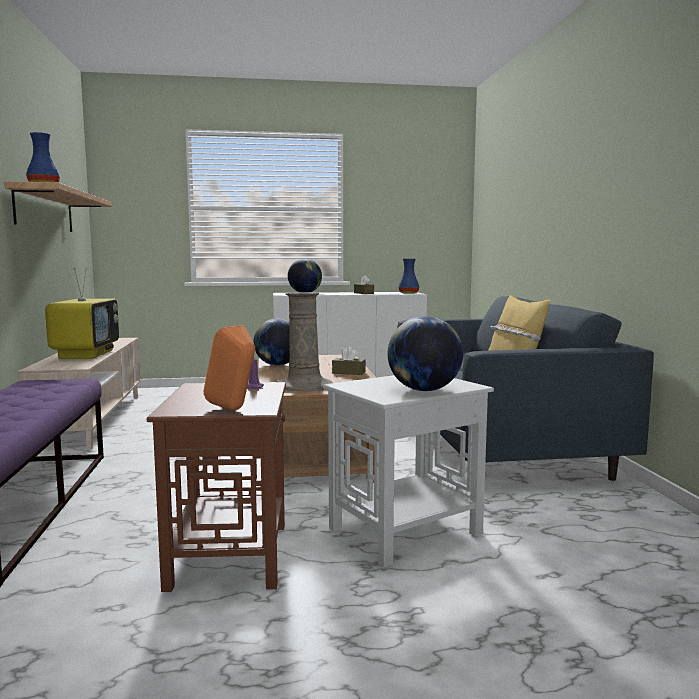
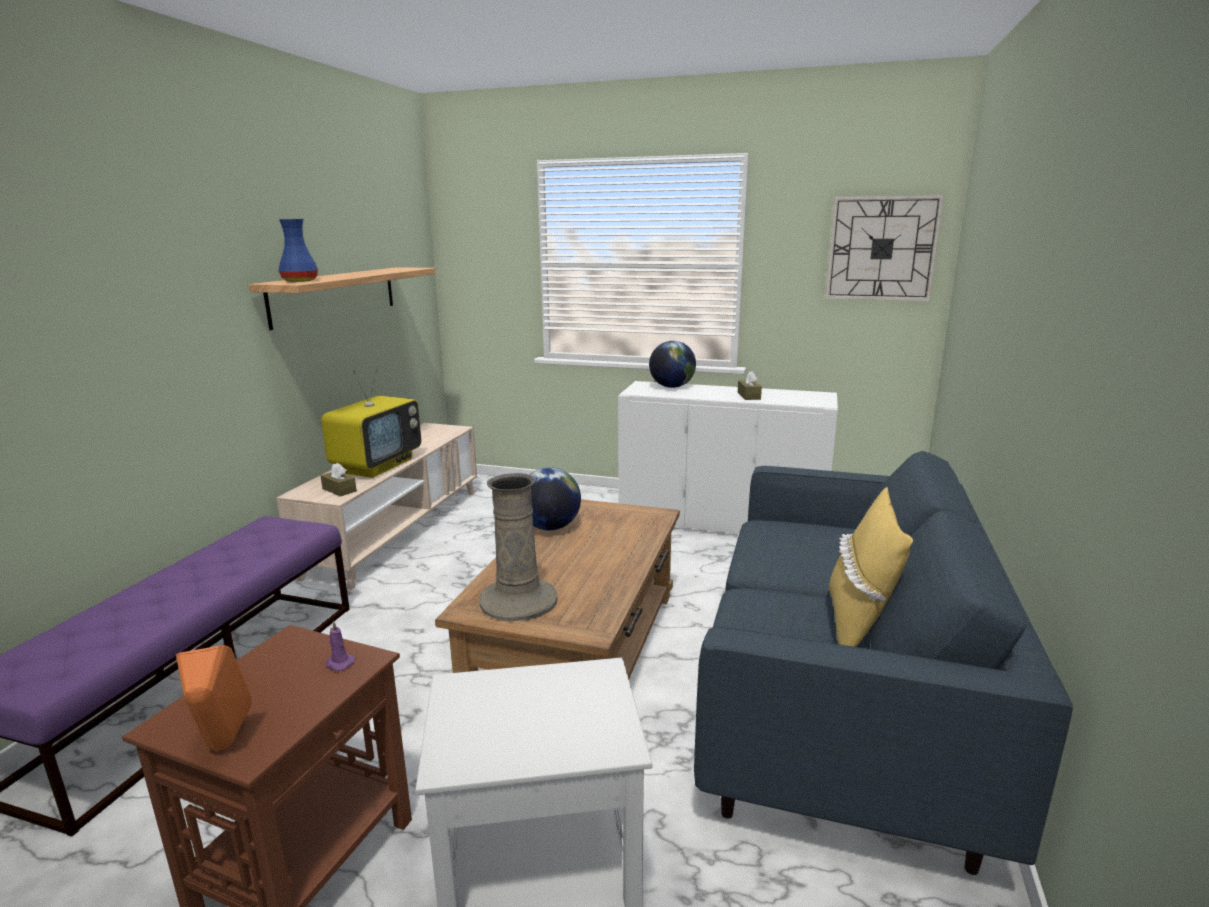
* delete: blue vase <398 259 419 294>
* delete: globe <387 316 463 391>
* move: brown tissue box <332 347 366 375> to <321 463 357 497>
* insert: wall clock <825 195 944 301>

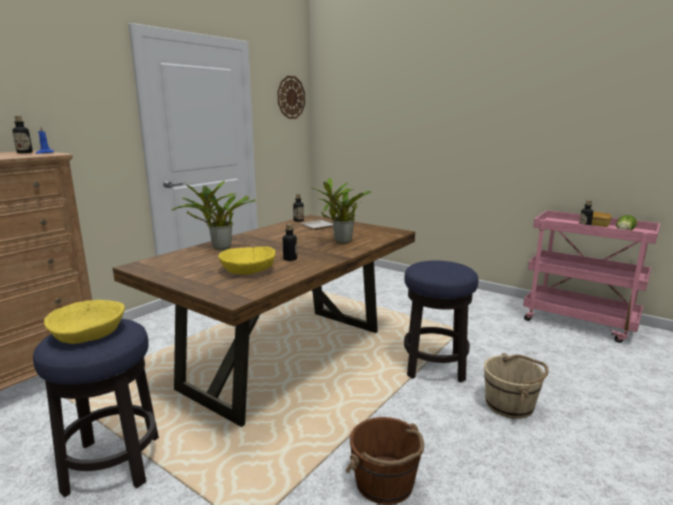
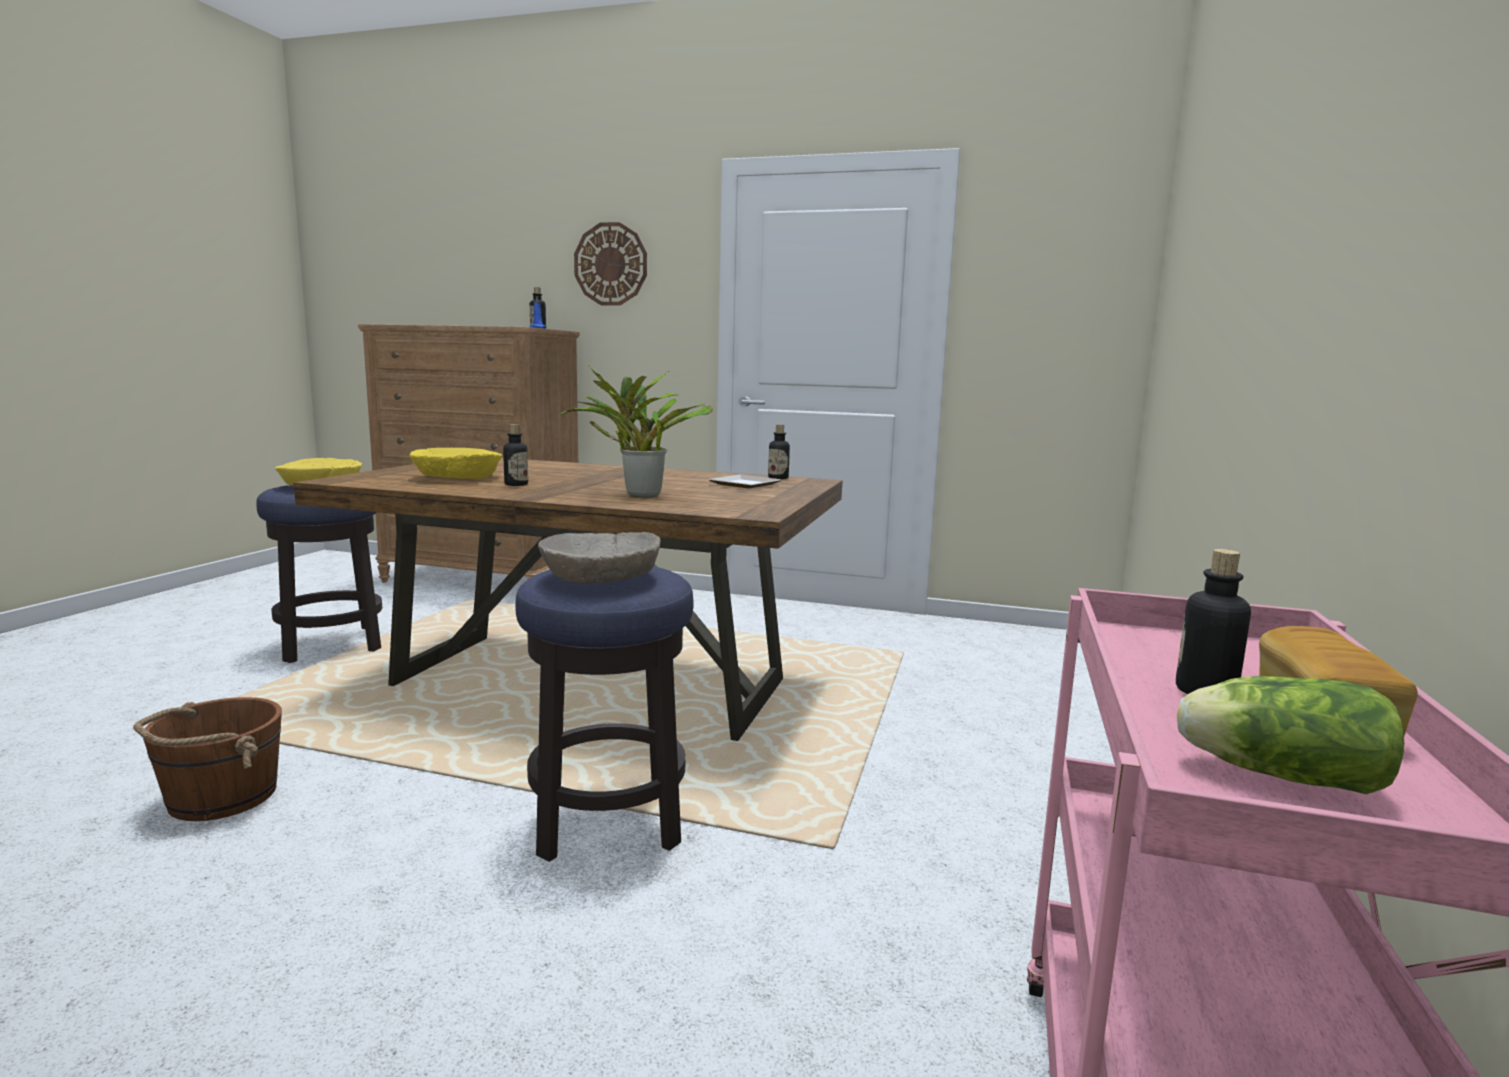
* move: wall clock <277 76 305 119> to <574 222 647 306>
* delete: potted plant <171 180 256 250>
* delete: beige bucket <484 353 549 419>
* insert: beige bowl <538 532 661 584>

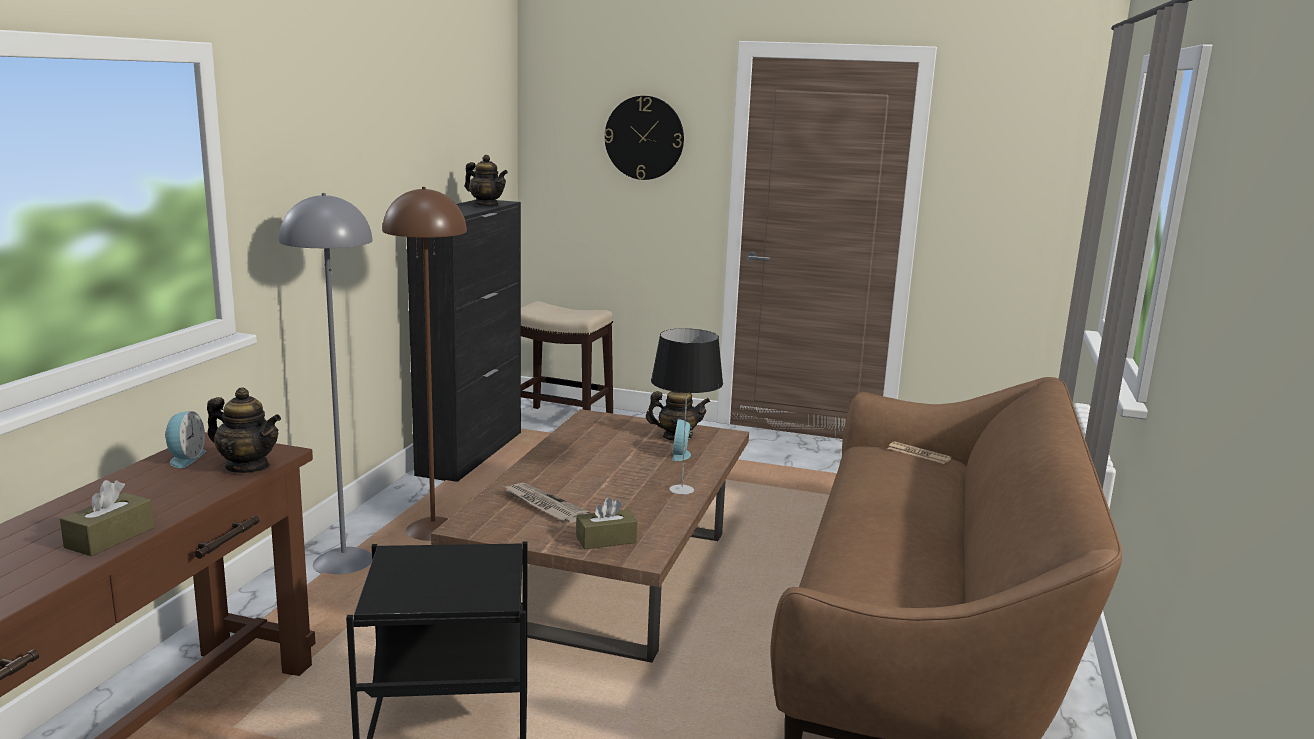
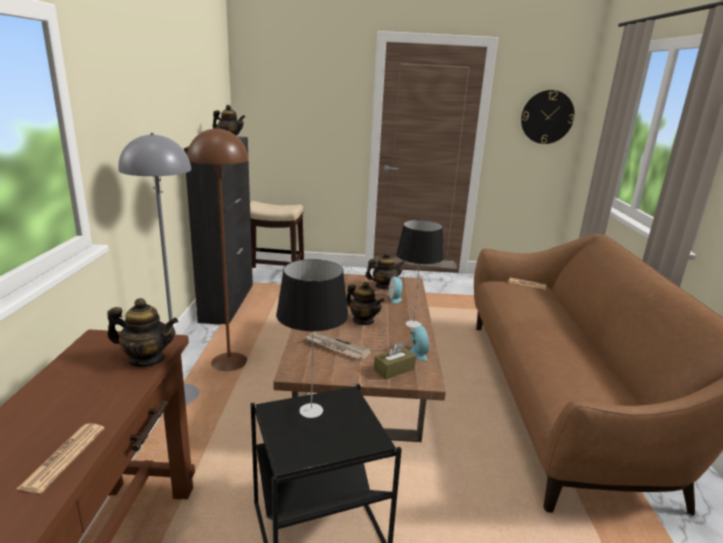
* move: wall clock <604 96 684 180> to <521 90 575 144>
* move: alarm clock <165 411 206 468> to <410 326 429 361>
* replace: brown tissue box <60 480 154 557> to newspaper <17 423 105 493>
* insert: table lamp <276 259 349 418>
* insert: teapot <347 282 384 325>

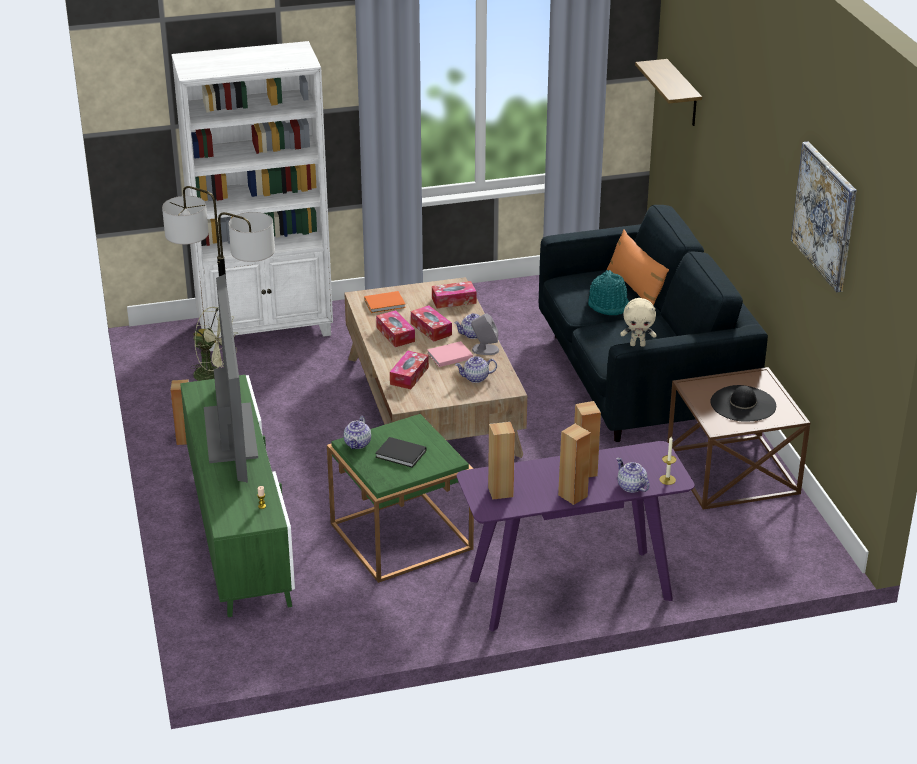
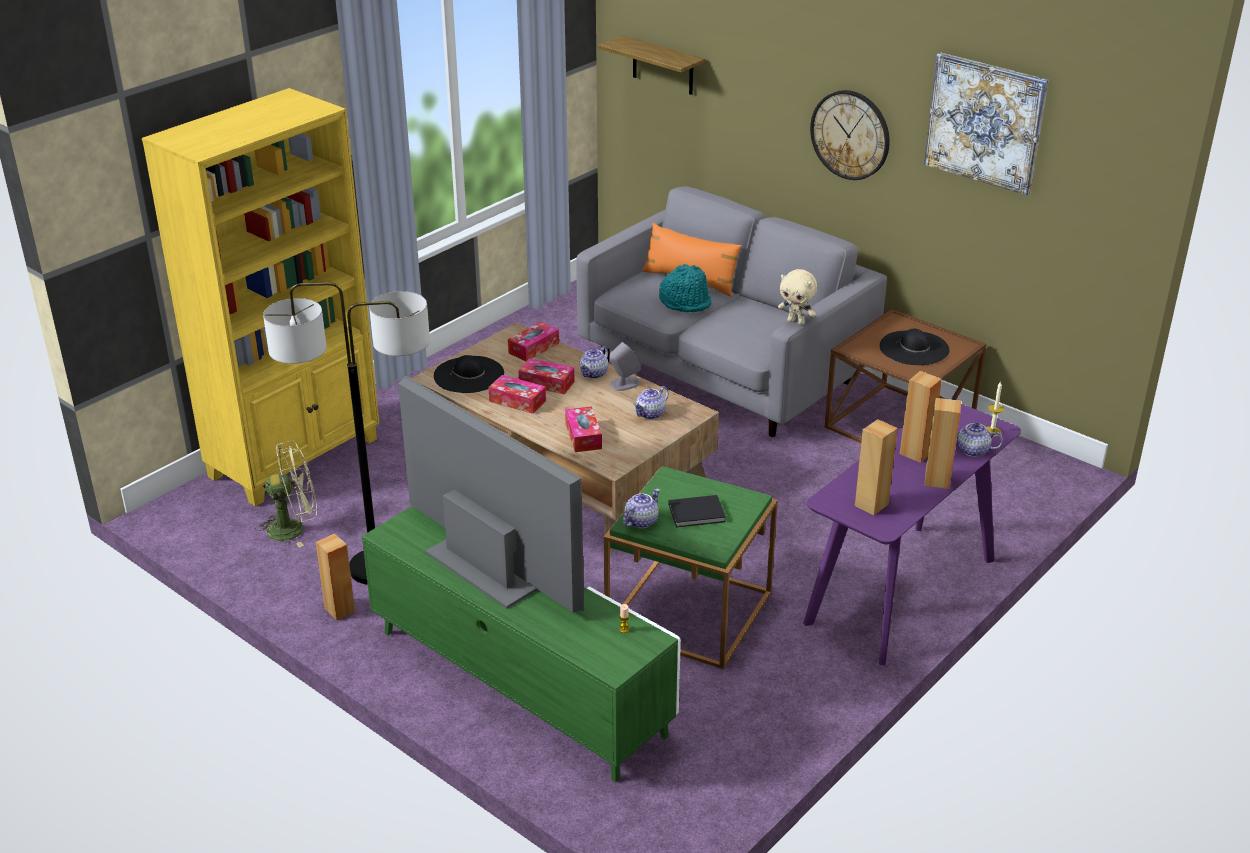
* recolor: white bookcase <171 41 333 351> to yellow bookcase <142 88 379 506>
* recolor: blue sofa <539 205 768 442> to grey sofa <576 186 887 437>
* replace: orange book <364 291 406 313> to black hat <434 355 504 393>
* rotate: beige plush toy <620 298 656 347> = <778 269 818 325> 60 degrees clockwise
* delete: pink book <427 341 473 367>
* rotate: teapot <343 416 371 449> = <623 489 660 528> 120 degrees counterclockwise
* insert: wall clock <810 90 890 180>

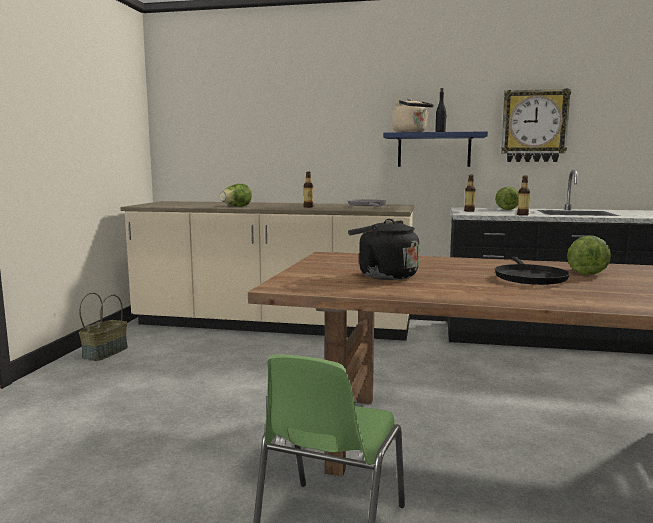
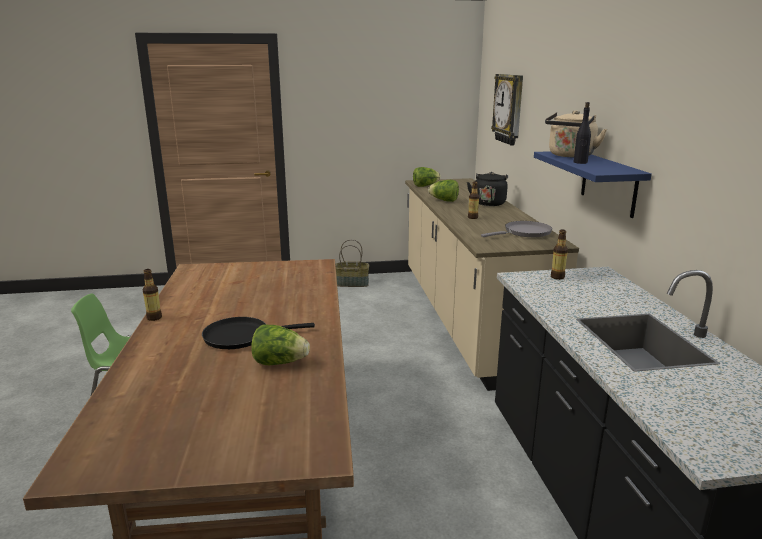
* move: wall clock <501 89 571 162> to <491 74 523 146>
* move: bottle <517 176 530 216> to <143 269 162 321>
* move: lettuce <495 187 519 210> to <413 167 441 187>
* move: black kettle <348 219 419 280> to <467 172 508 206>

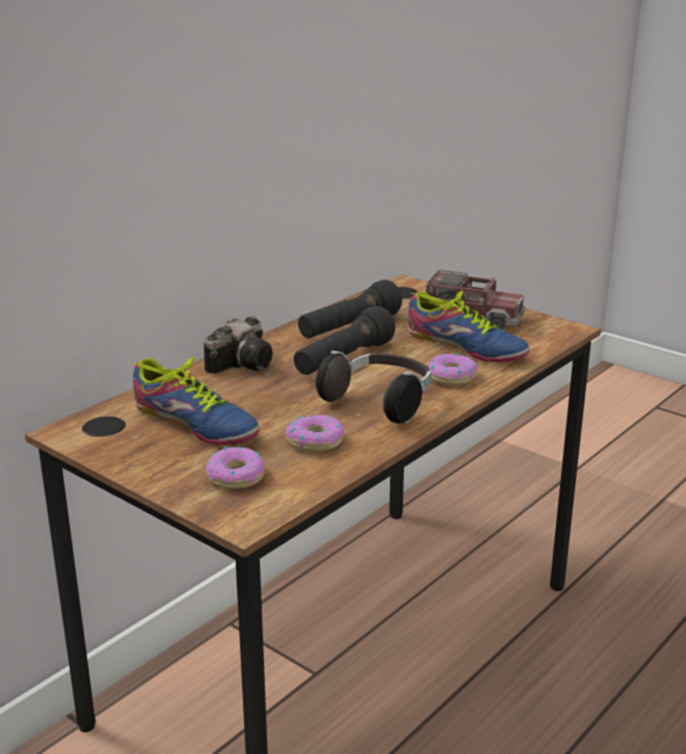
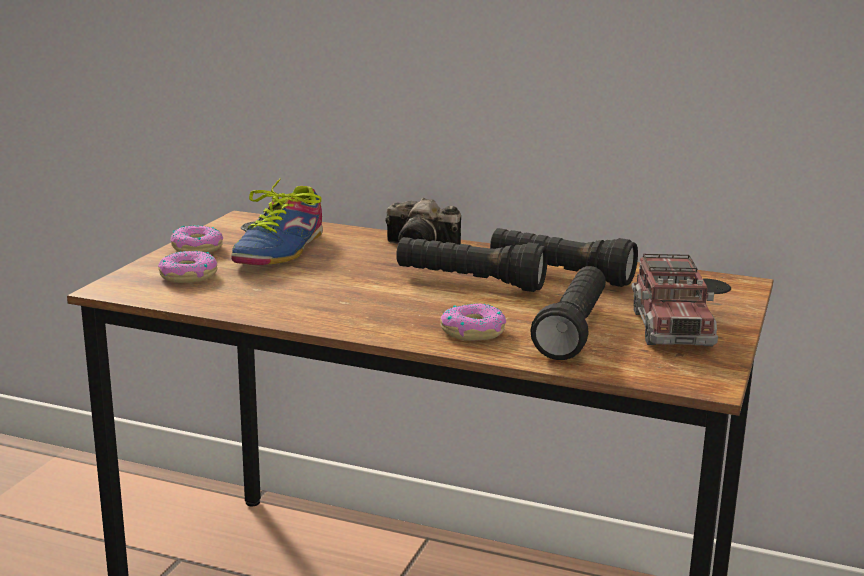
* replace: shoe <408 290 530 362> to black flashlight <530 266 606 360>
* delete: headphones <316 351 431 424>
* move: donut <285 415 344 452> to <171 225 223 253>

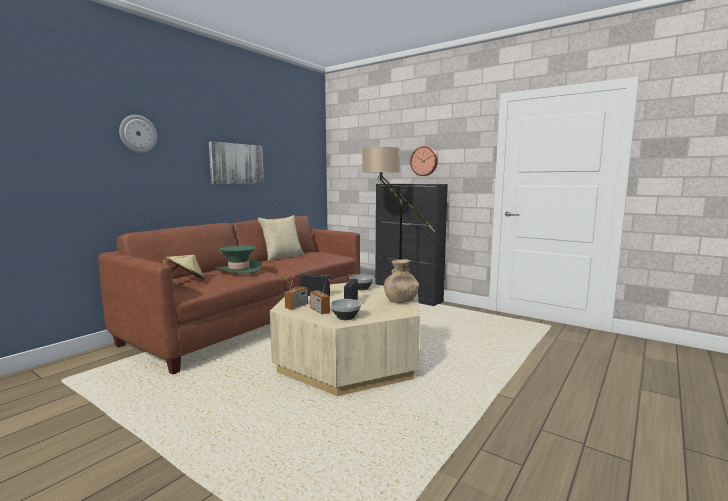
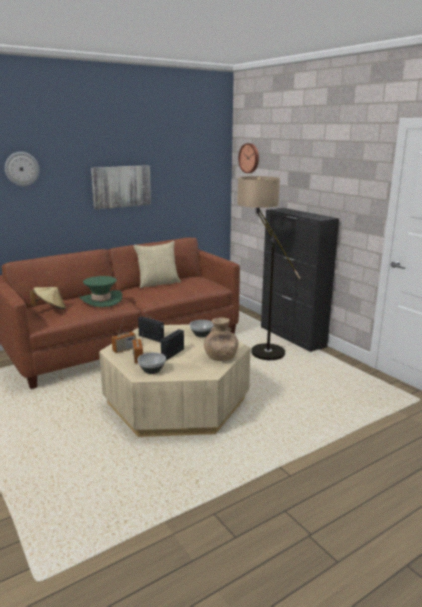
* move: wall clock <410 146 438 176> to <238 143 259 173>

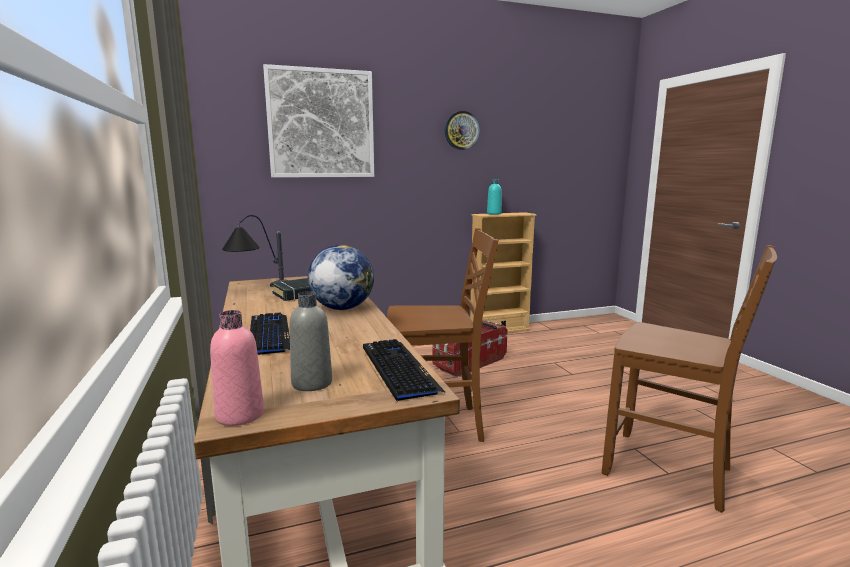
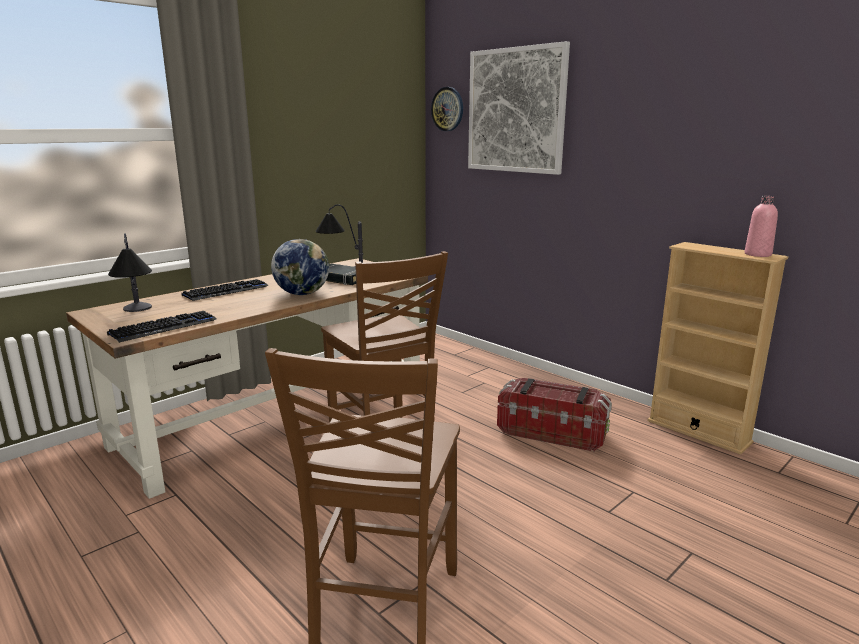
* move: wall clock <445 111 480 150> to <431 87 463 131>
* delete: turquoise bottle <487 179 502 215>
* replace: grey bottle <289 291 332 391> to table lamp <108 233 152 312>
* move: pink bottle <210 310 264 426> to <745 196 778 257>

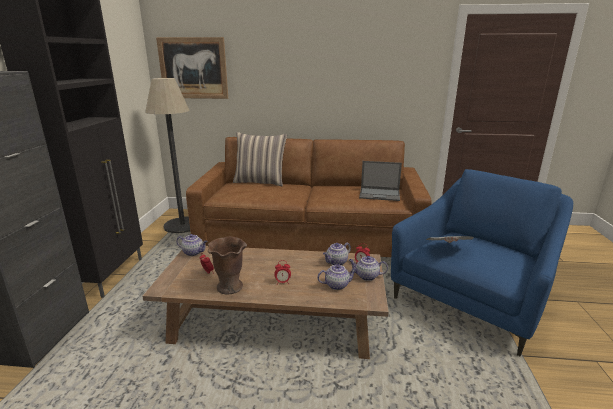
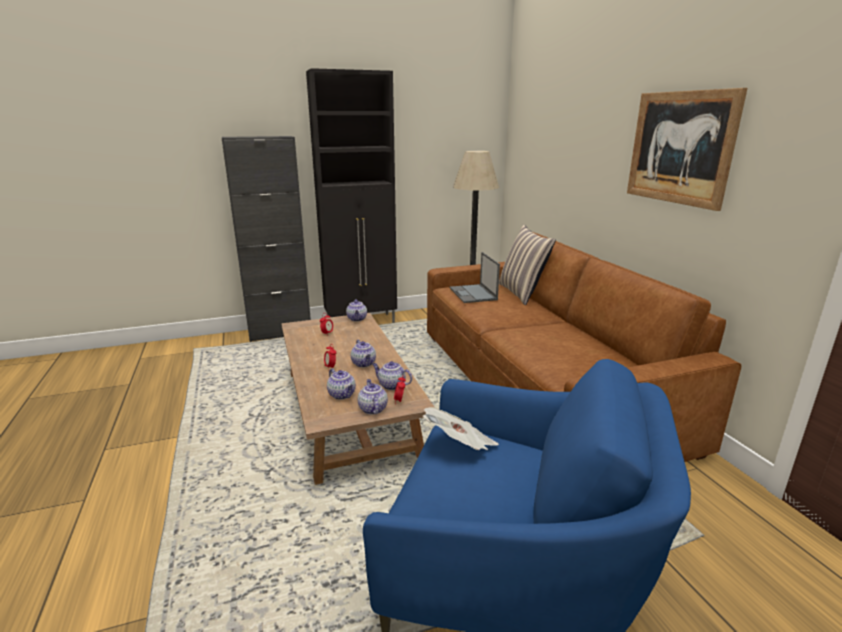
* move: picture <156 37 228 99> to <627 88 747 211>
* move: laptop <359 161 402 201> to <450 252 500 303>
* delete: brown vase <208 236 247 295>
* insert: teapot <351 340 376 368>

